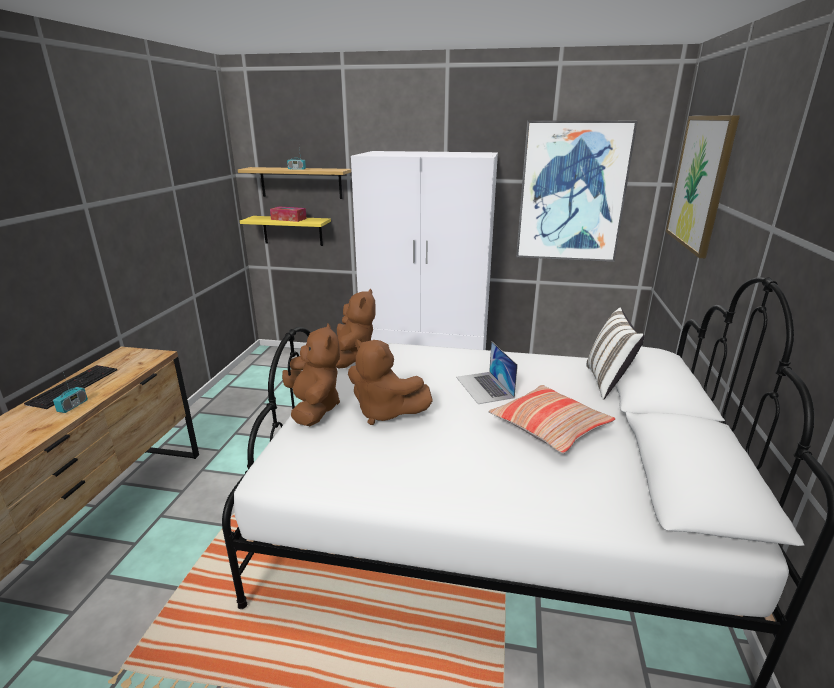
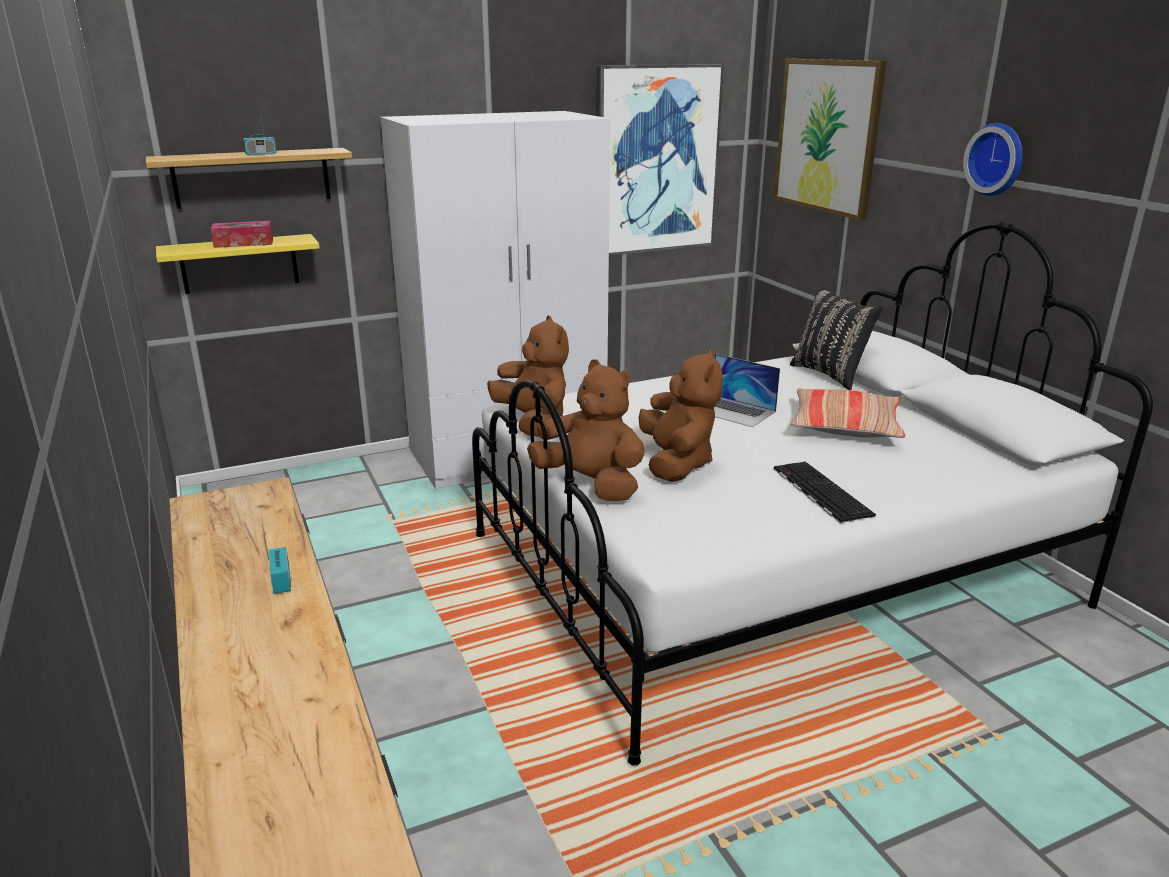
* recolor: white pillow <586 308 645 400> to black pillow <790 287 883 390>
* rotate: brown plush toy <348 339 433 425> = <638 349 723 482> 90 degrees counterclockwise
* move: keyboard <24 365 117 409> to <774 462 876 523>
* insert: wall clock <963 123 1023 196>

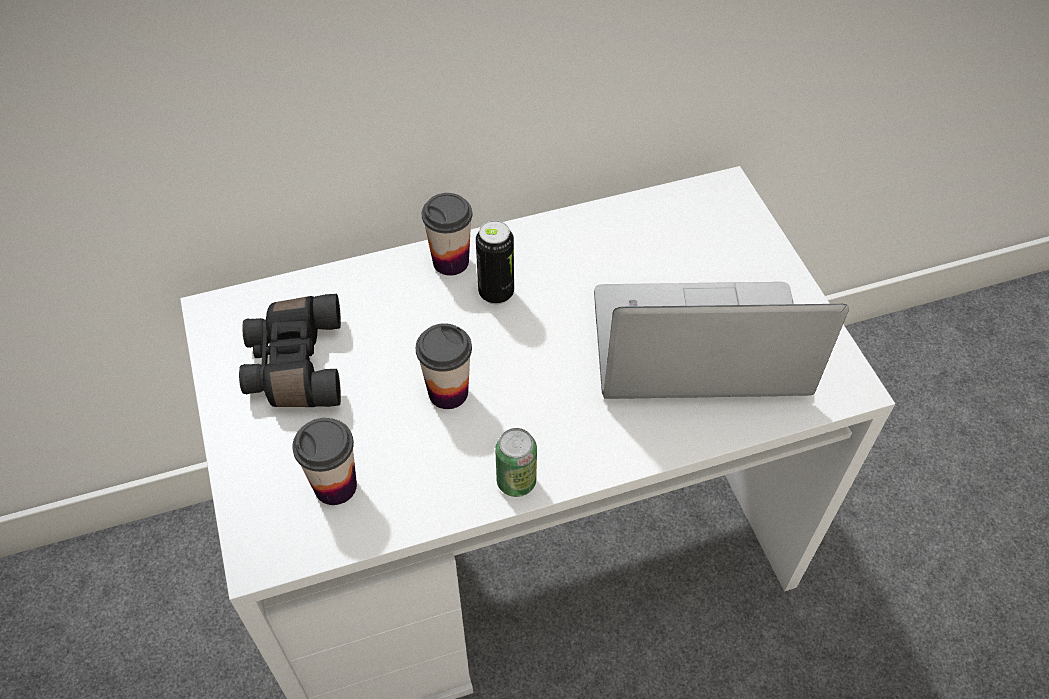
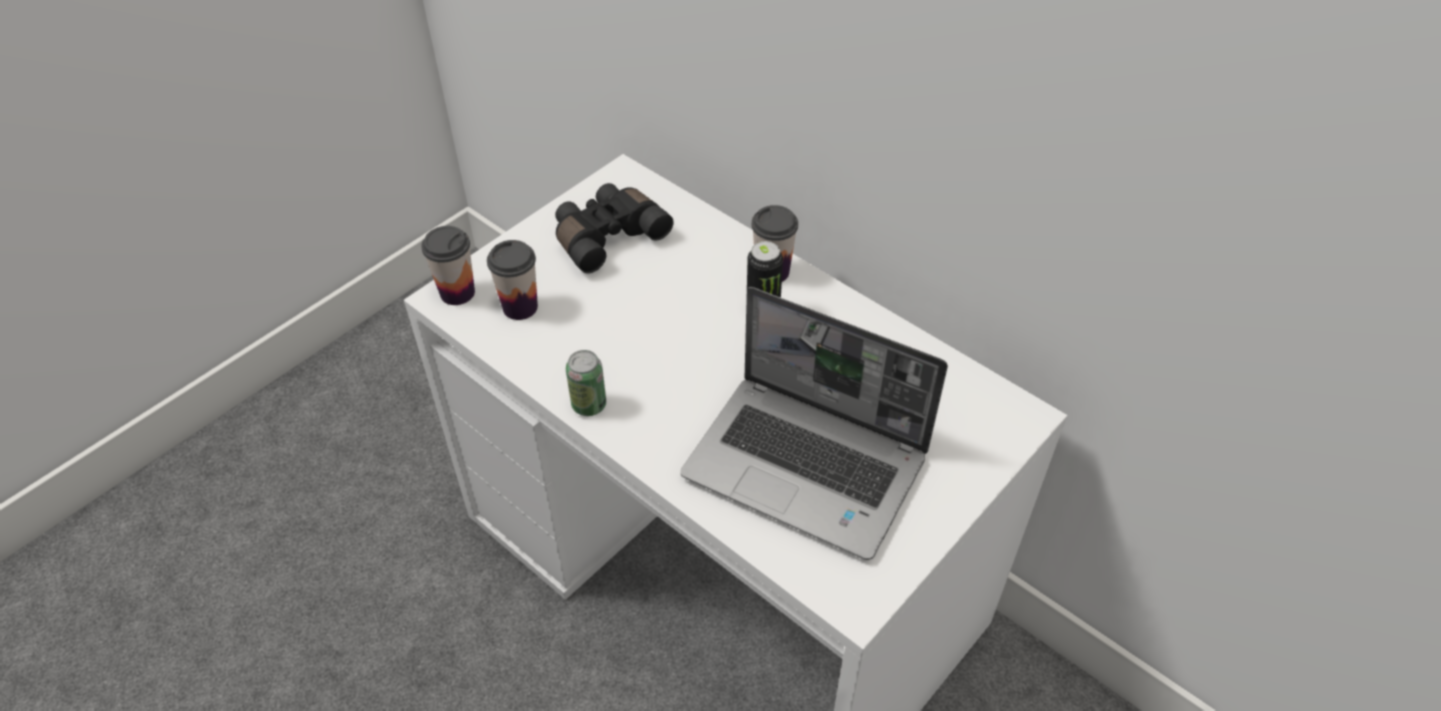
* rotate: laptop <594 282 849 399> = <680 287 948 560> 150 degrees clockwise
* move: cup <416 323 472 409> to <421 226 475 305>

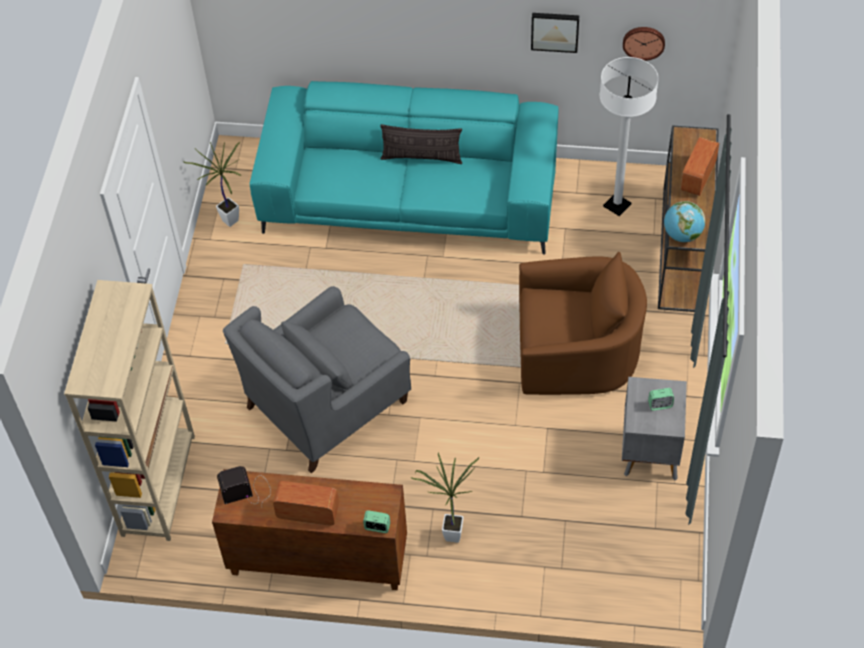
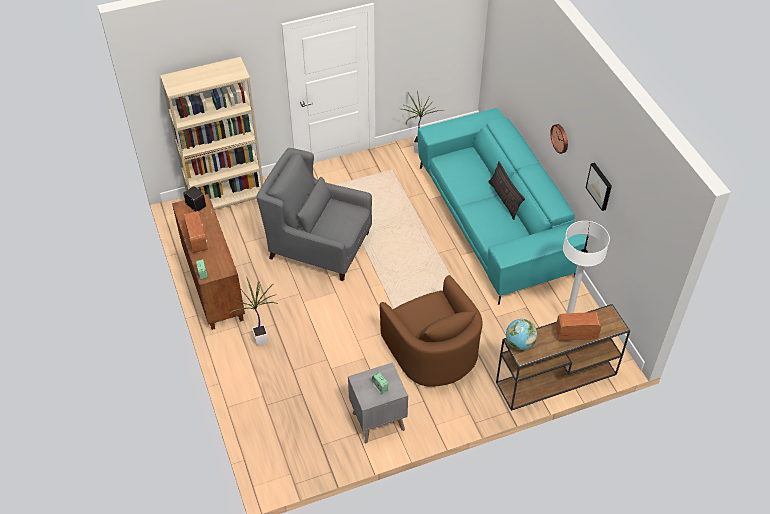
* move: wall clock <623 27 665 61> to <550 124 568 154>

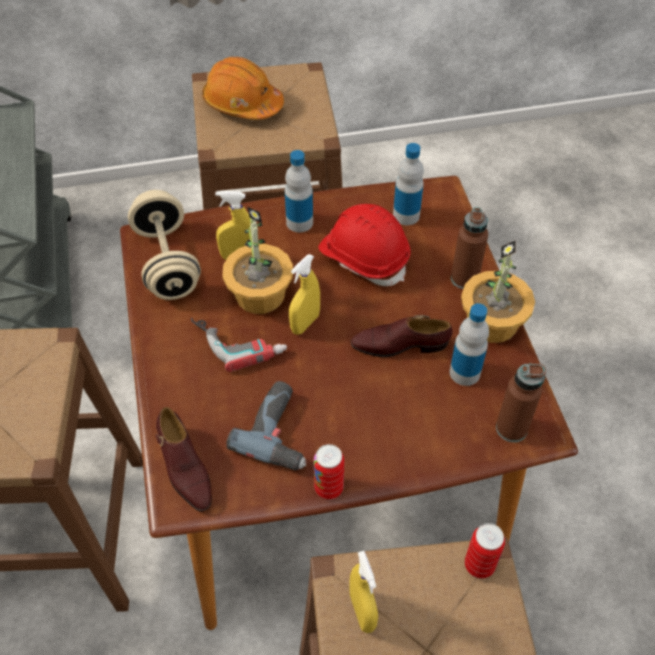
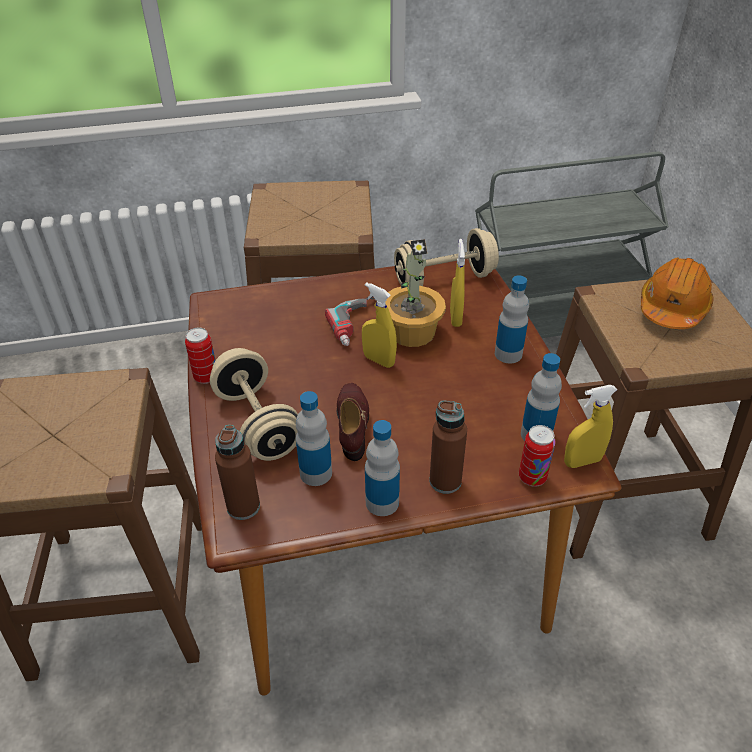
* delete: red hard hat <318 204 411 286>
* replace: potted plant <461 240 535 343> to bottle <365 420 400 516>
* delete: power drill <226 381 307 470>
* delete: brown shoe <155 407 212 512>
* move: can <465 523 505 579> to <519 425 555 487>
* move: yellow spray bottle <349 551 378 633> to <564 385 617 468>
* insert: beige dumbbell <210 348 298 461>

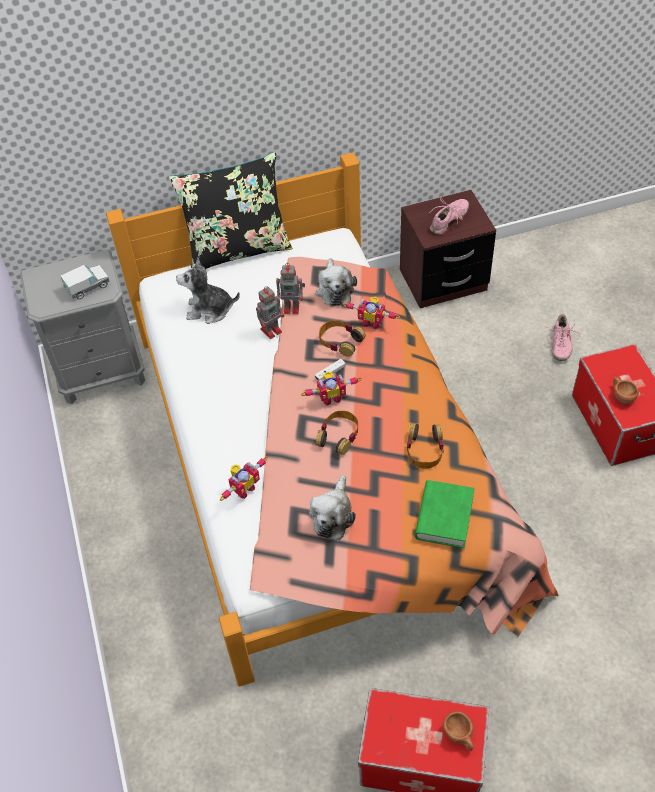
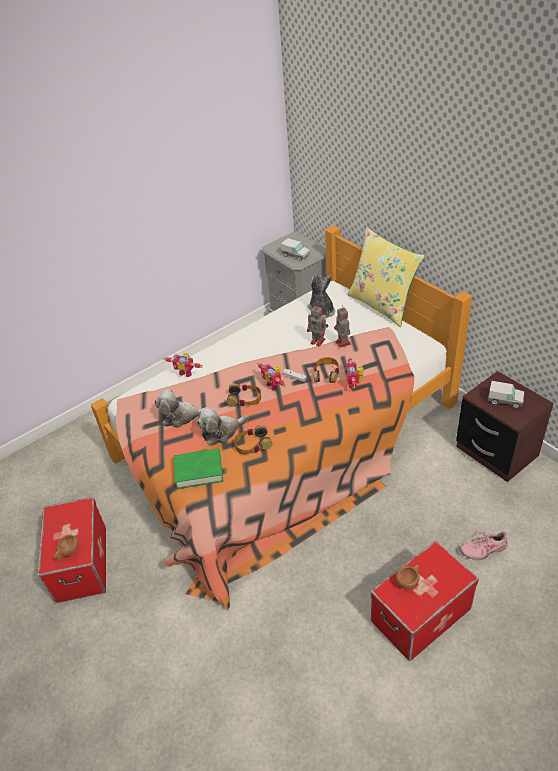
* recolor: black pillow <169 152 293 269> to yellow pillow <347 227 425 327>
* replace: pink shoe <429 196 469 235> to toy truck <488 381 524 408>
* move: plush toy <316 258 357 307> to <197 407 249 446>

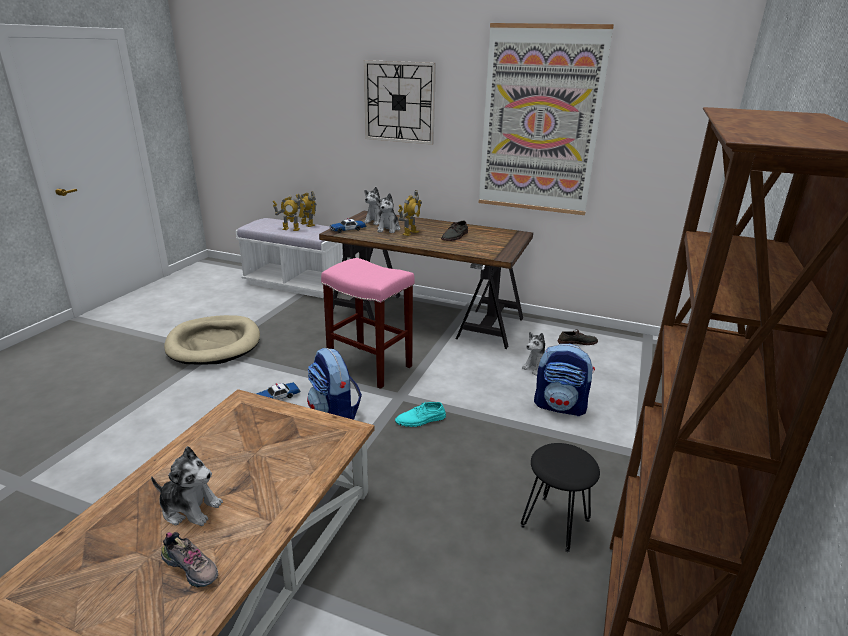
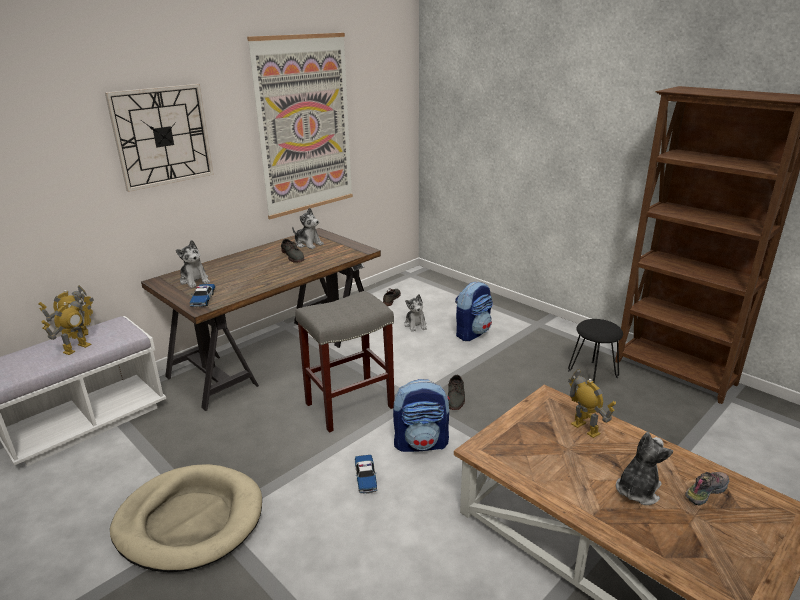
* move: toy robot <398 190 422 236> to <568 368 616 438>
* move: plush toy <376 193 400 233> to <292 207 324 249>
* recolor: pink stool <321 258 415 389> to grey stool <295 291 395 433>
* recolor: turquoise shoe <395 402 446 427> to grey shoe <448 375 465 410>

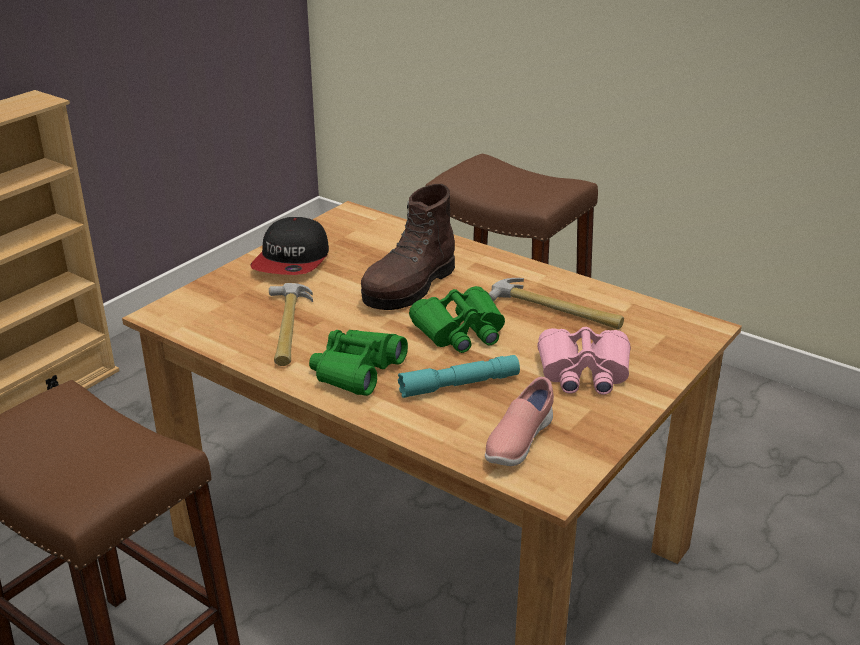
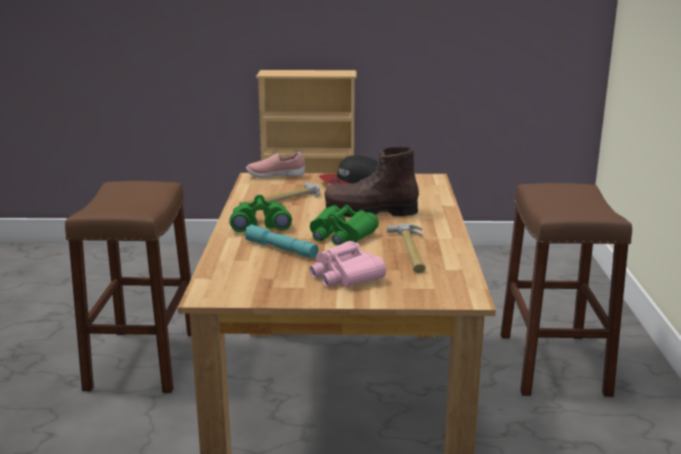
* move: pink shoe <485 377 554 466> to <246 152 305 178>

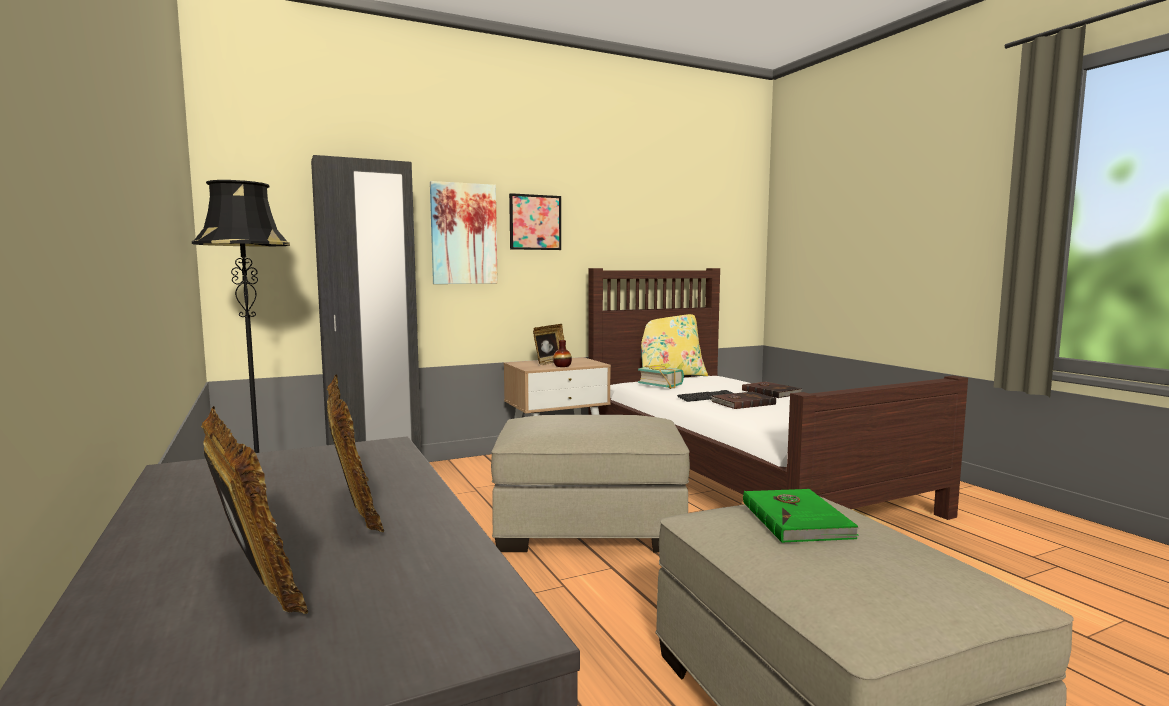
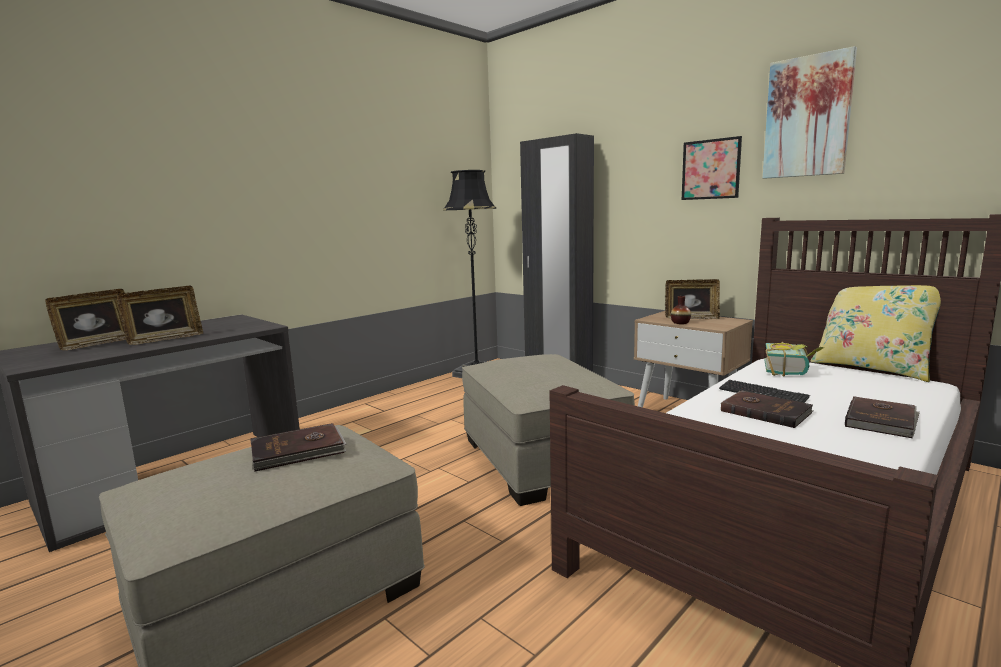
* move: picture <430 181 498 284> to <763 46 857 179>
* recolor: green book <743 489 860 543> to brown book <250 423 347 472>

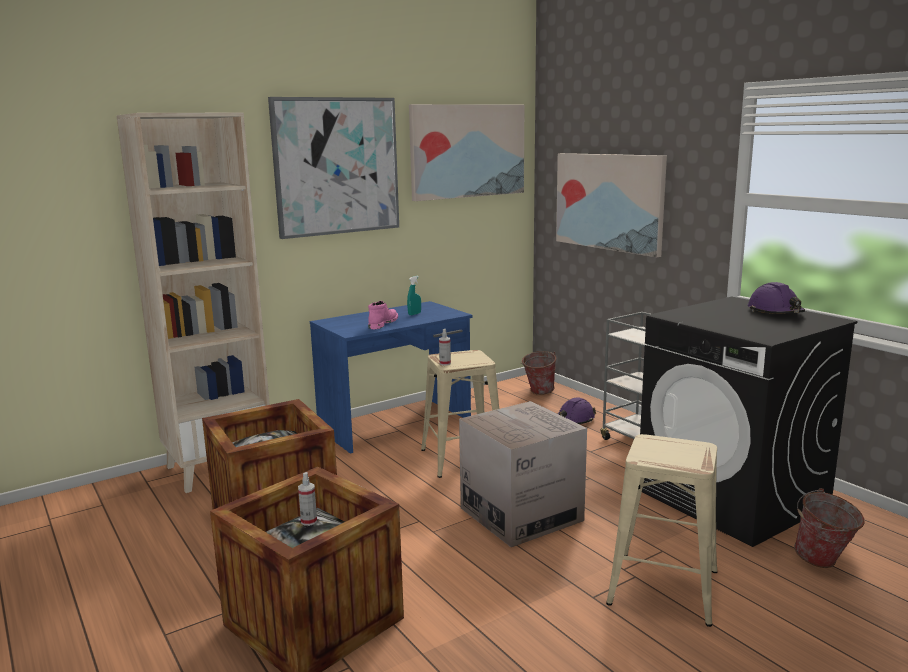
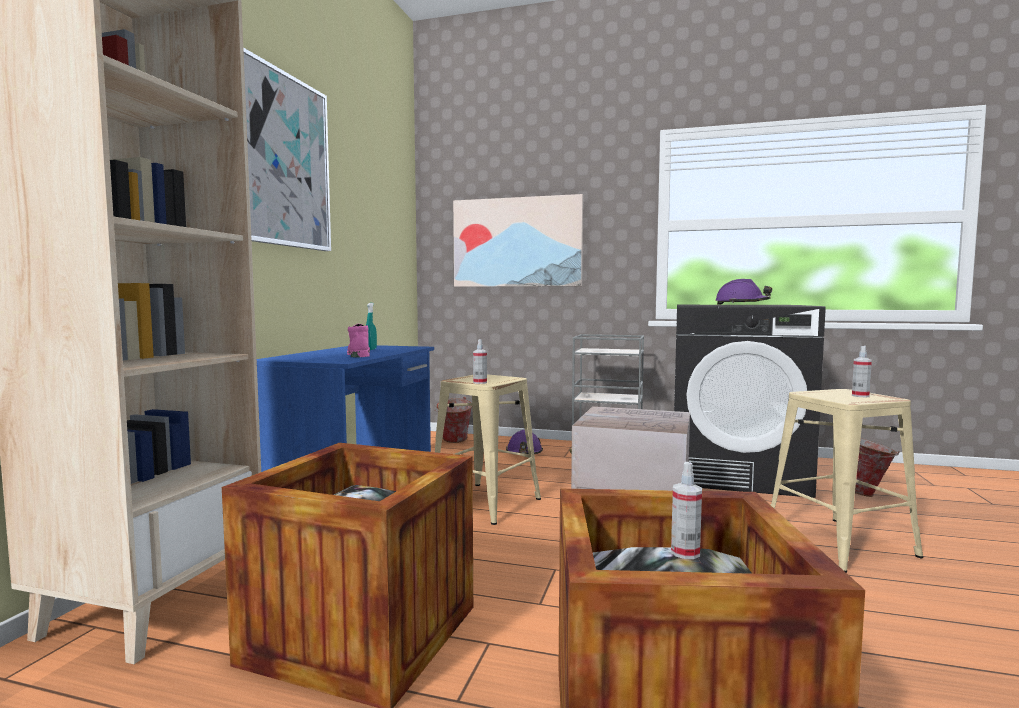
* delete: picture <409 104 524 201>
* insert: spray bottle <852 346 872 397>

